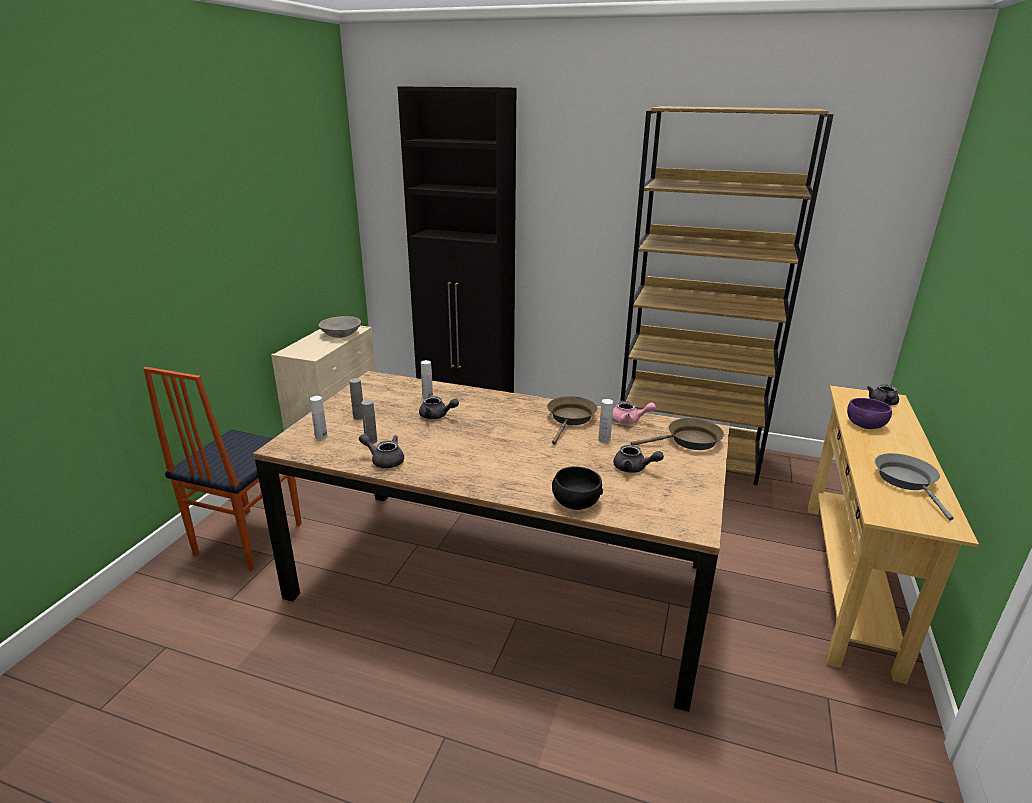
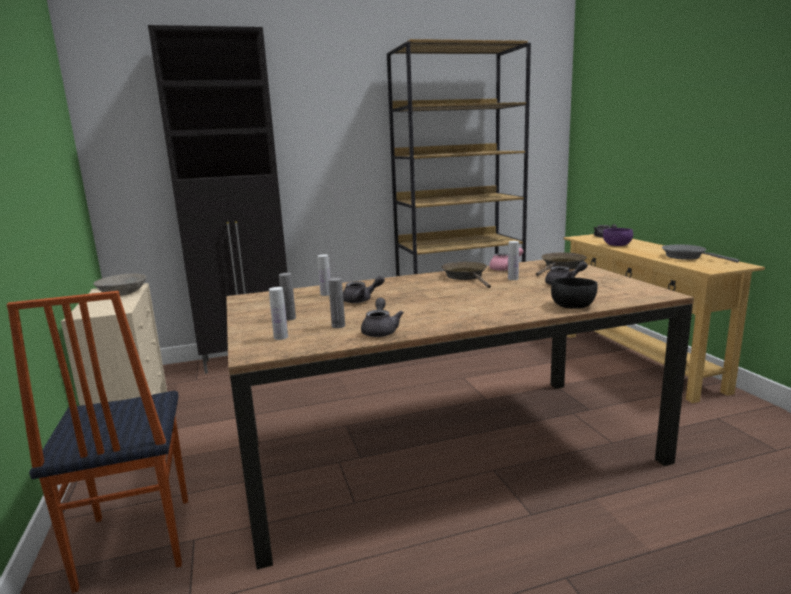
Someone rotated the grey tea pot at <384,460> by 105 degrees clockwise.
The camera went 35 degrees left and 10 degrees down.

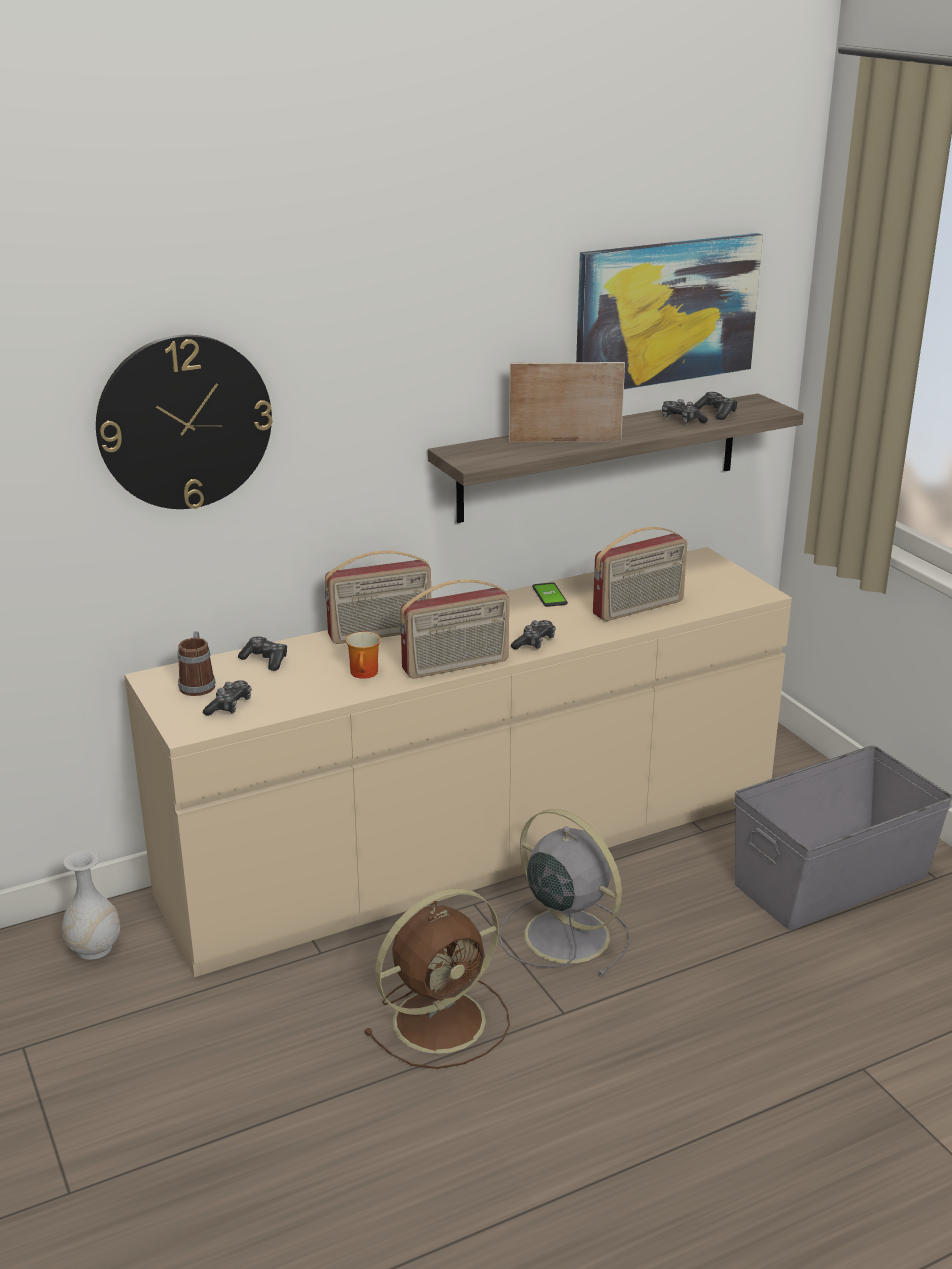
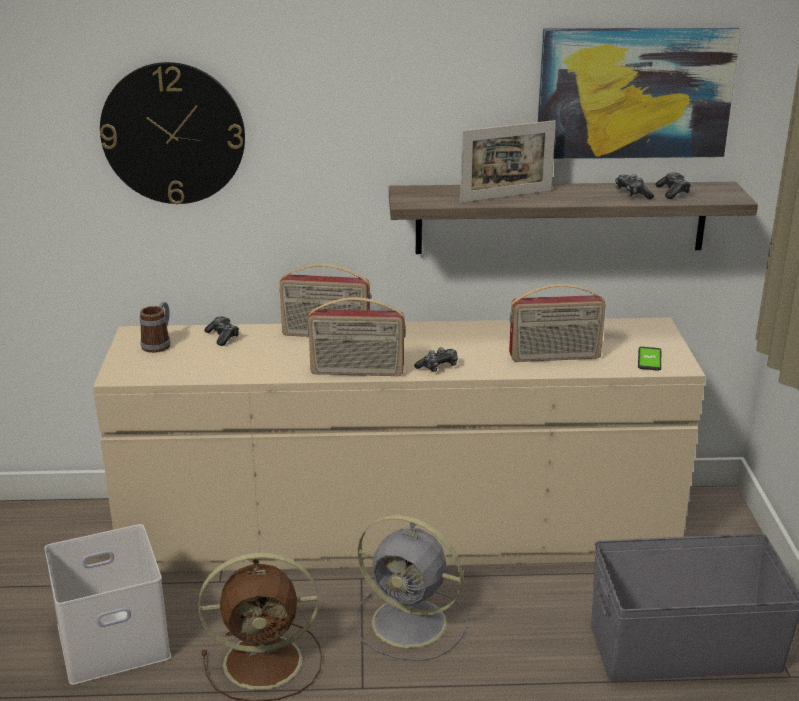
Someone took away the white flower vase at <95,949>.
Someone took away the game controller at <229,706>.
Someone took away the coffee mug at <366,674>.
Someone rotated the grey fan at <563,934> by 135 degrees clockwise.
Someone rotated the picture frame at <565,441> by 135 degrees clockwise.
Someone carried the telephone from <549,595> to <649,359>.
Someone put down the white storage bin at <115,638>.
The camera went 25 degrees right and 0 degrees up.

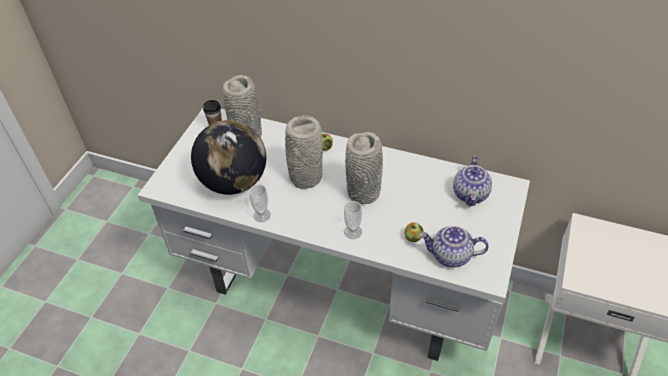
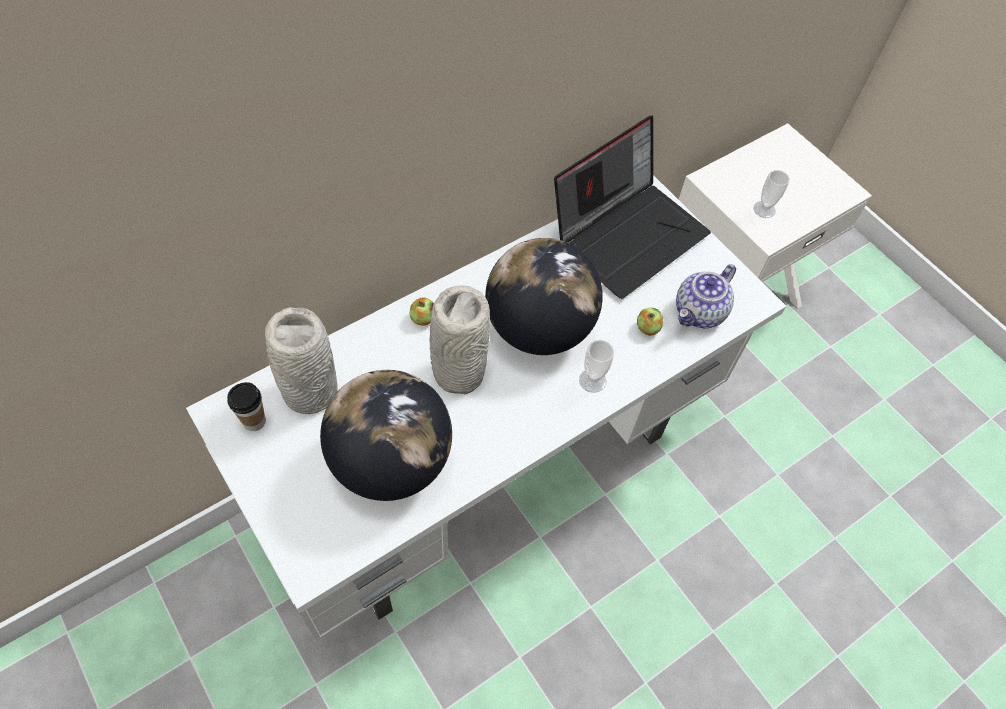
Someone carried the cup from <261,215> to <764,209>.
Someone swapped the grey flower vase at <363,192> for the desk globe at <538,328>.
Someone swapped the tea pot at <471,194> for the portable computer at <628,233>.
The camera went 60 degrees left and 10 degrees up.

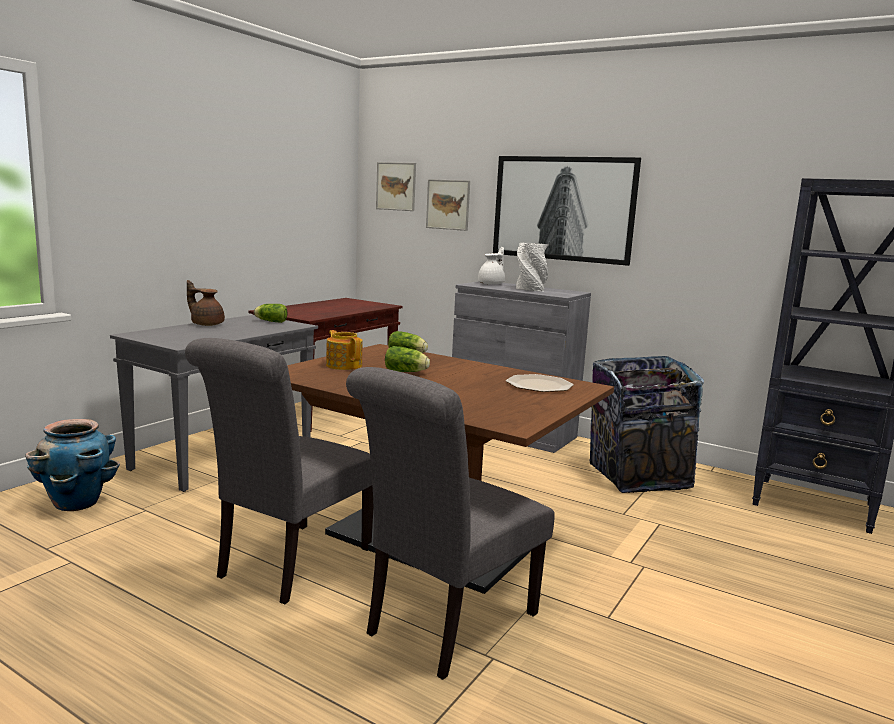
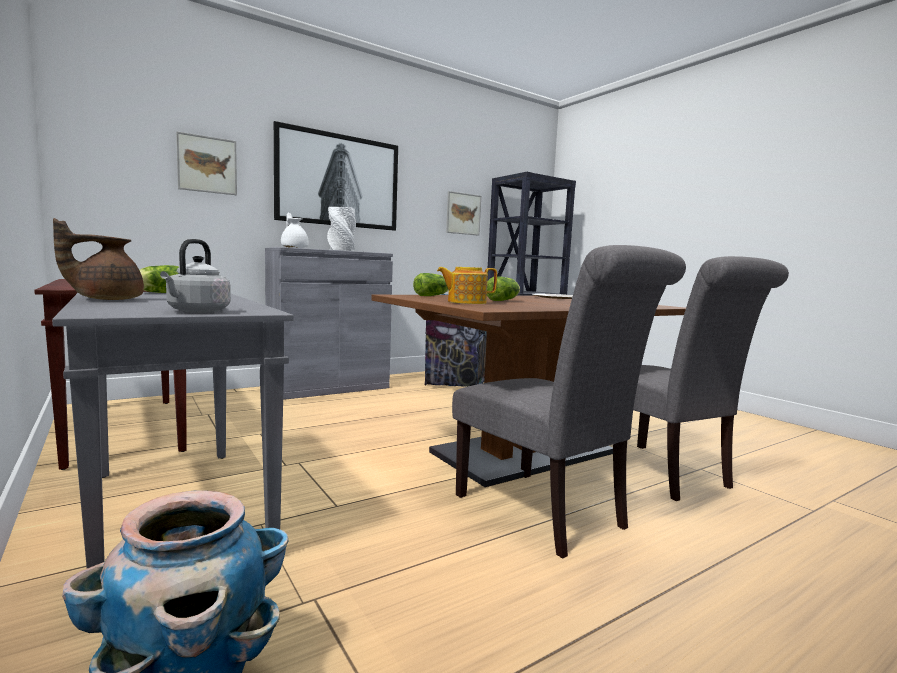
Someone carried the wall art from <396,186> to <463,214>.
Someone put down the grey water kettle at <197,311>.
The camera went 65 degrees left and 5 degrees down.

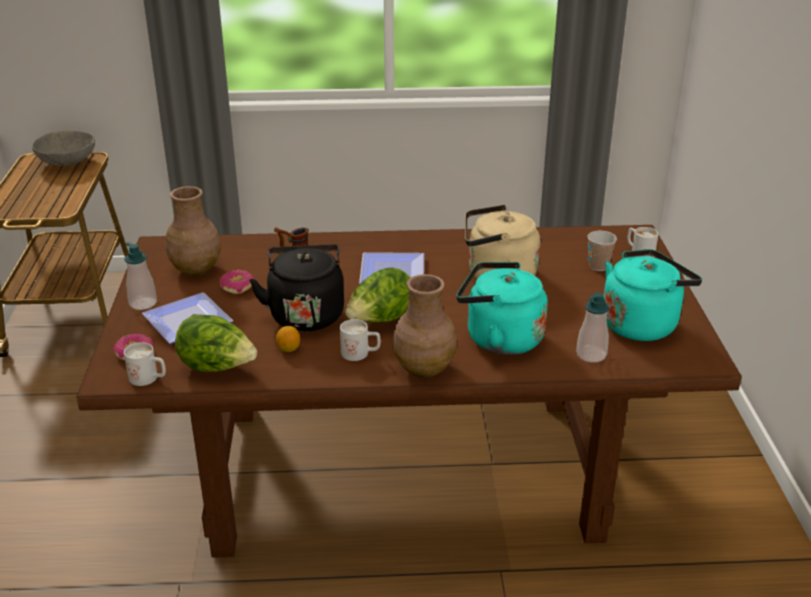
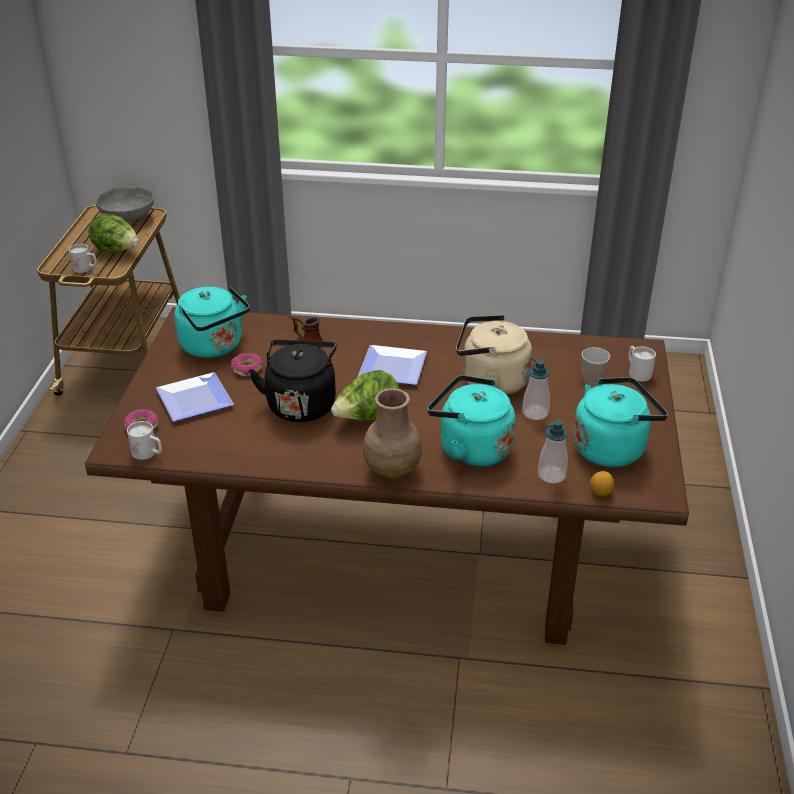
Someone carried the soap bottle from <143,303> to <535,413>.
Someone swapped the brownish flower vase at <196,269> for the turquoise-coloured water kettle at <214,347>.
Someone carried the lettuce from <217,367> to <117,251>.
Someone carried the whole lemon from <288,349> to <600,492>.
Someone carried the white coffee mug from <361,354> to <86,269>.
The camera went 10 degrees right and 5 degrees up.

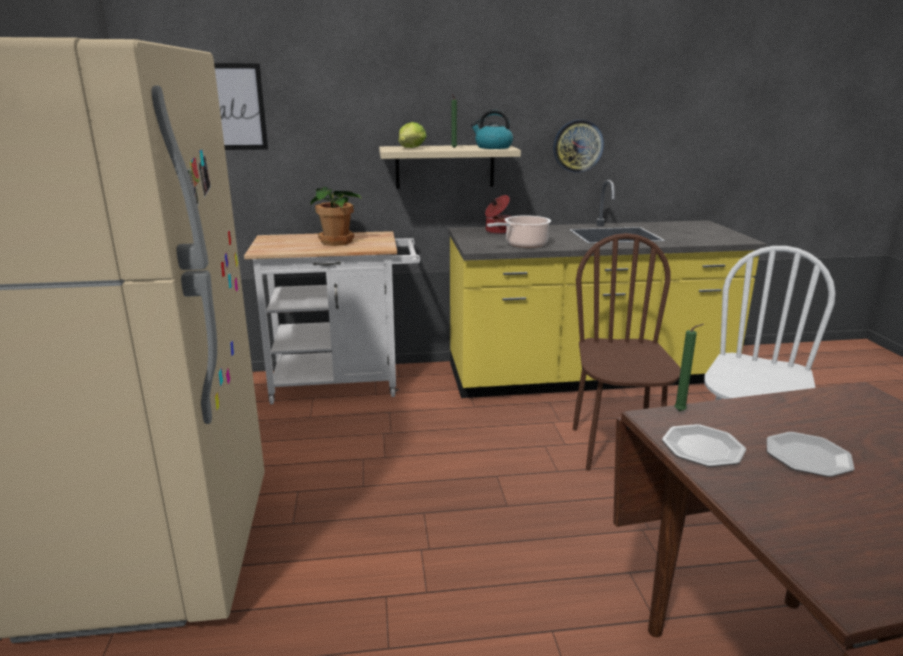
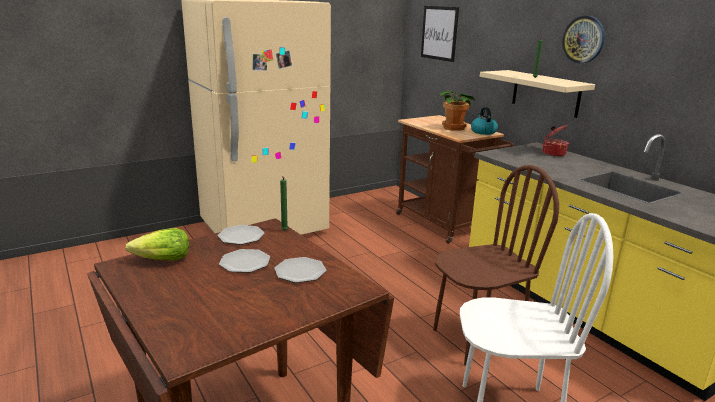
Someone repainted the white cart at <344,383>, which became the brownish cart at <444,225>.
Someone carried the lettuce from <411,148> to <162,260>.
Someone carried the water kettle from <493,147> to <483,132>.
Someone took away the cooking pot at <524,245>.
Someone carried the clock on the wall from <578,146> to <583,39>.
Someone put down the dinner plate at <300,272>.
The camera went 65 degrees right and 0 degrees up.

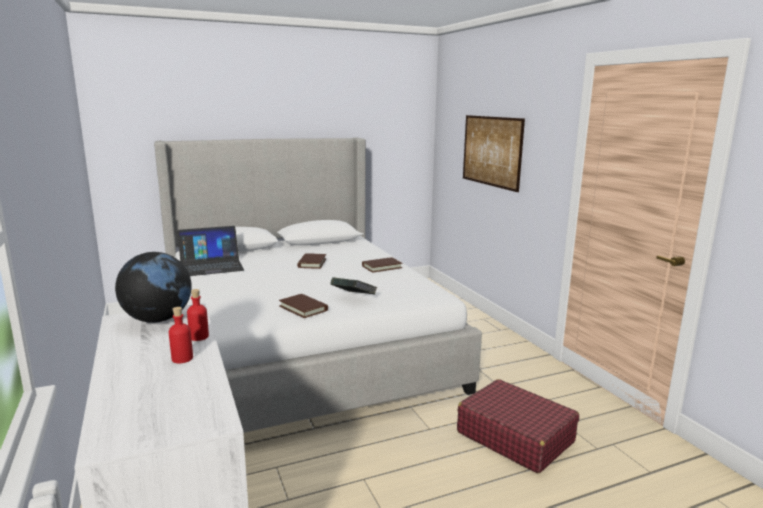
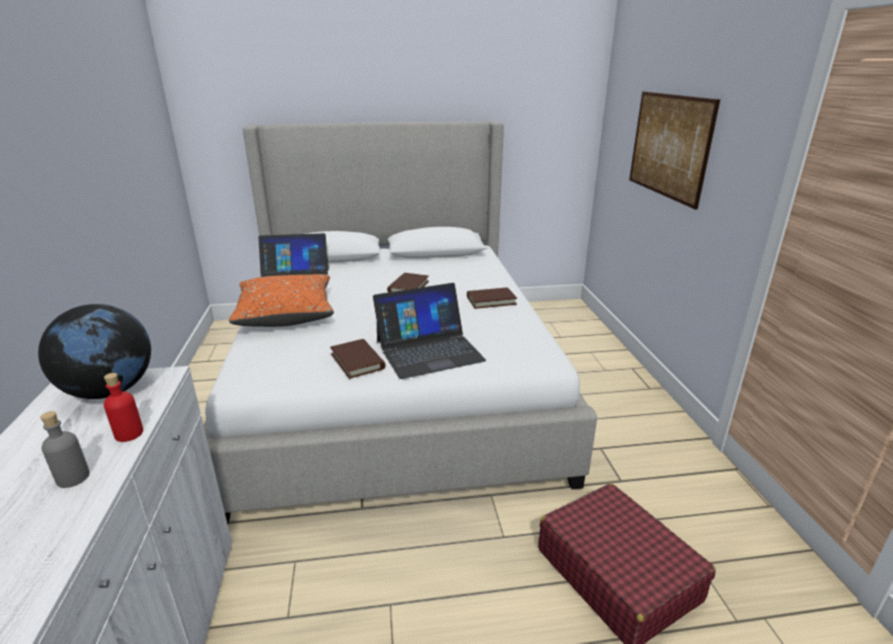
Someone repainted the red bottle at <182,358>, which became the grey bottle at <73,478>.
Someone swapped the volume at <353,298> for the portable computer at <429,350>.
Someone put down the orange-coloured cushion at <286,315>.
The camera went 15 degrees right and 10 degrees up.

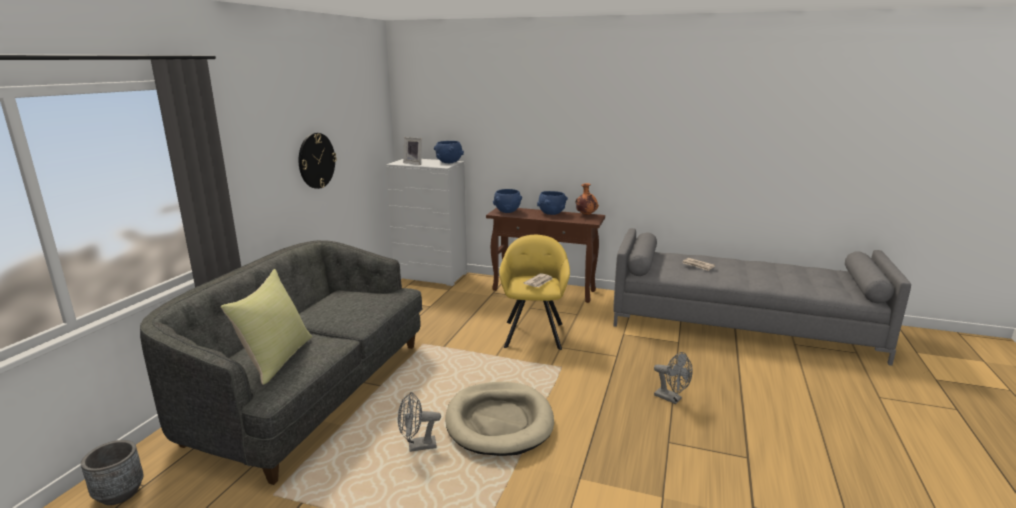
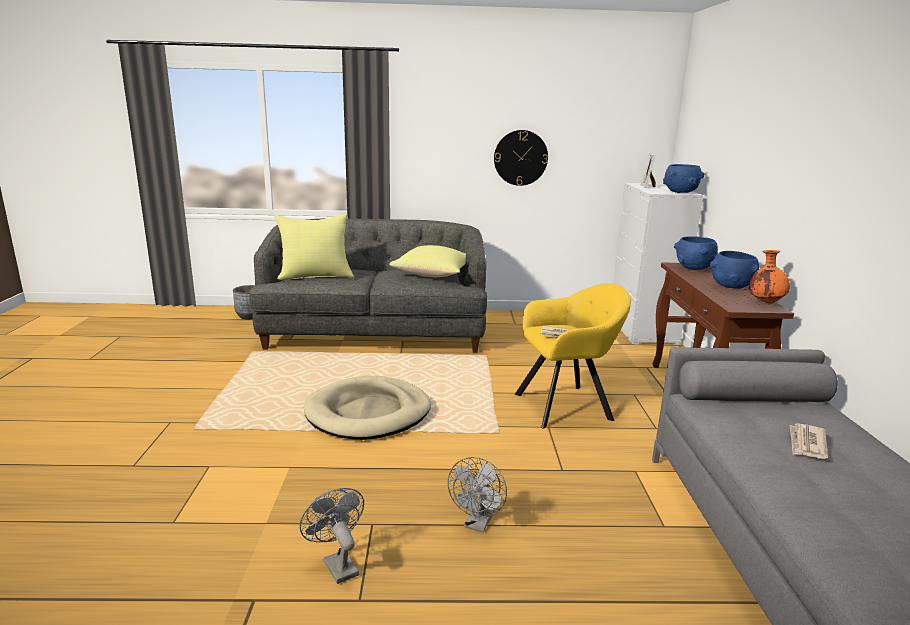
Someone carried the grey fan from <417,446> to <337,564>.
Someone put down the yellow-coloured cushion at <434,275>.
The camera went 70 degrees right and 0 degrees up.

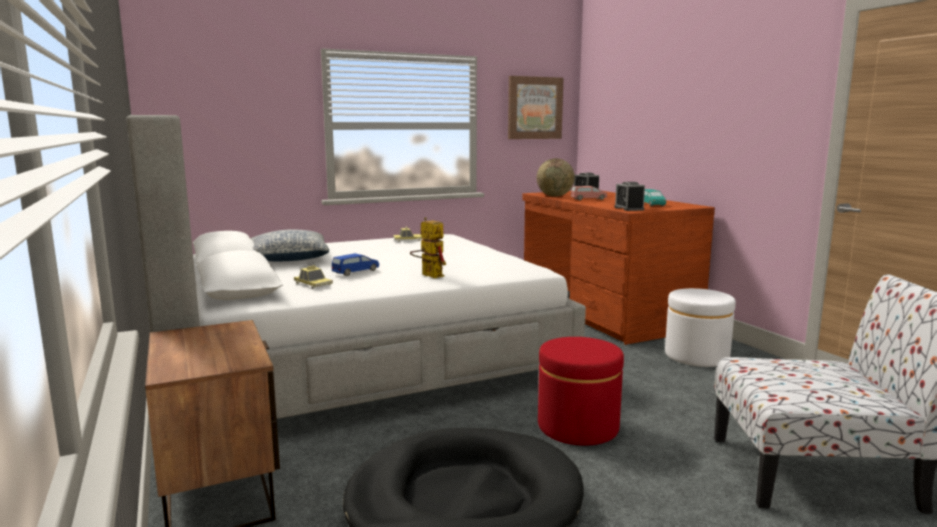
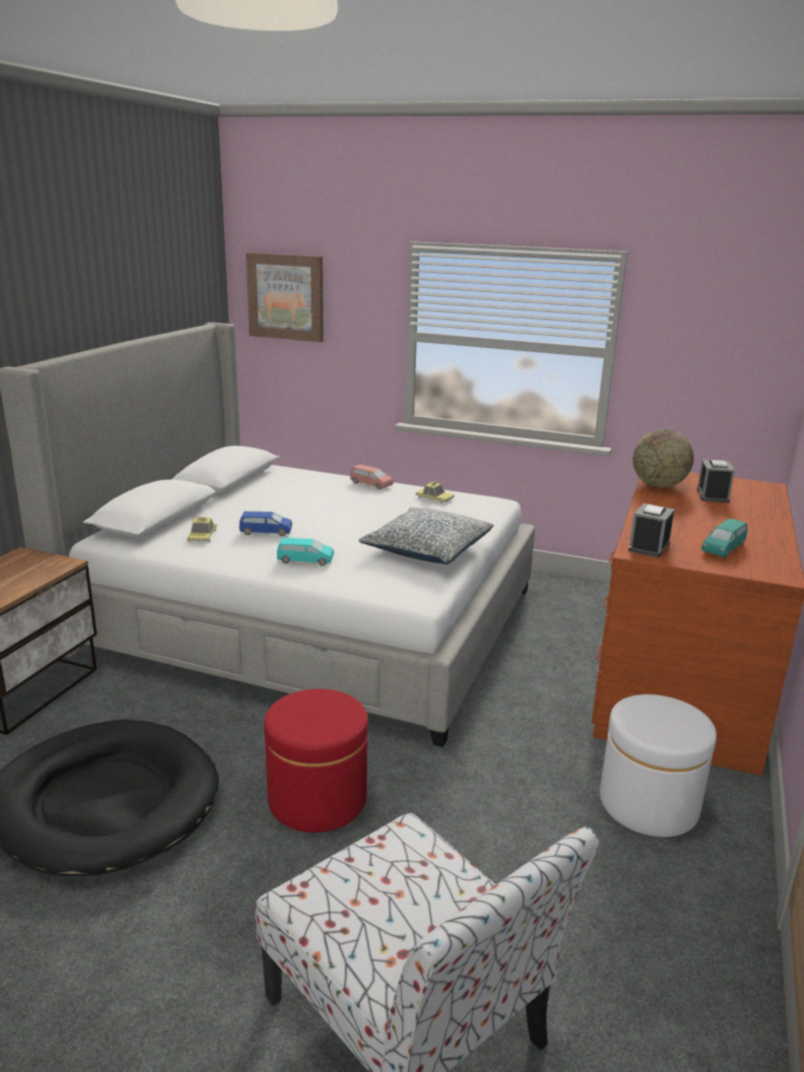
Someone carried the cushion from <287,259> to <427,549>.
Someone swapped the toy robot at <428,275> for the turquoise-coloured miniature car at <305,560>.
Someone carried the wall art from <534,108> to <286,297>.
Someone carried the pink-coloured miniature car from <588,199> to <371,484>.
The camera went 45 degrees right and 10 degrees up.

